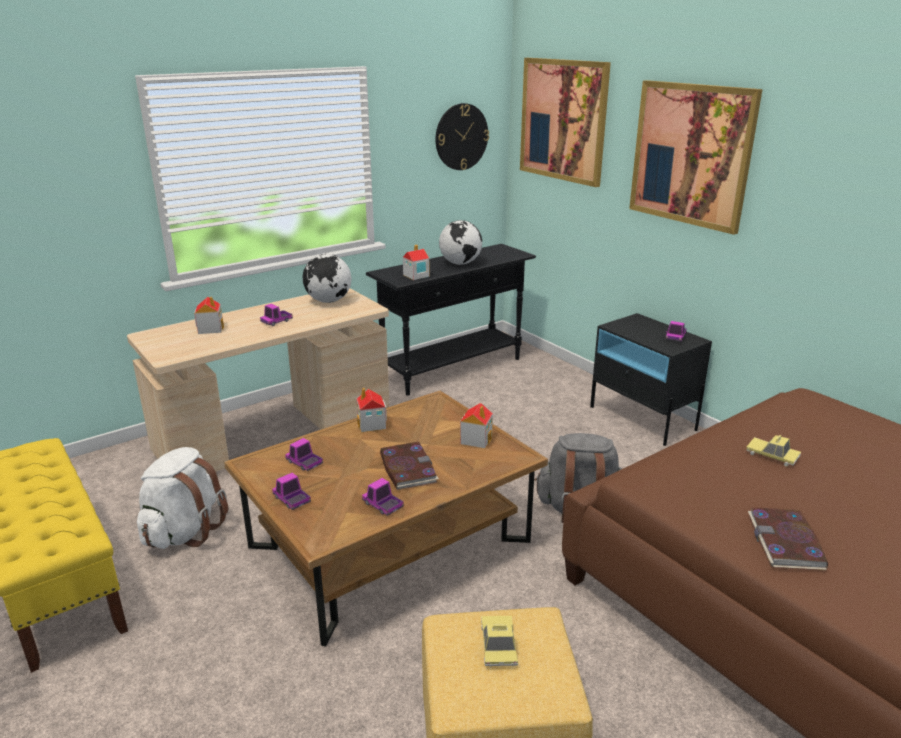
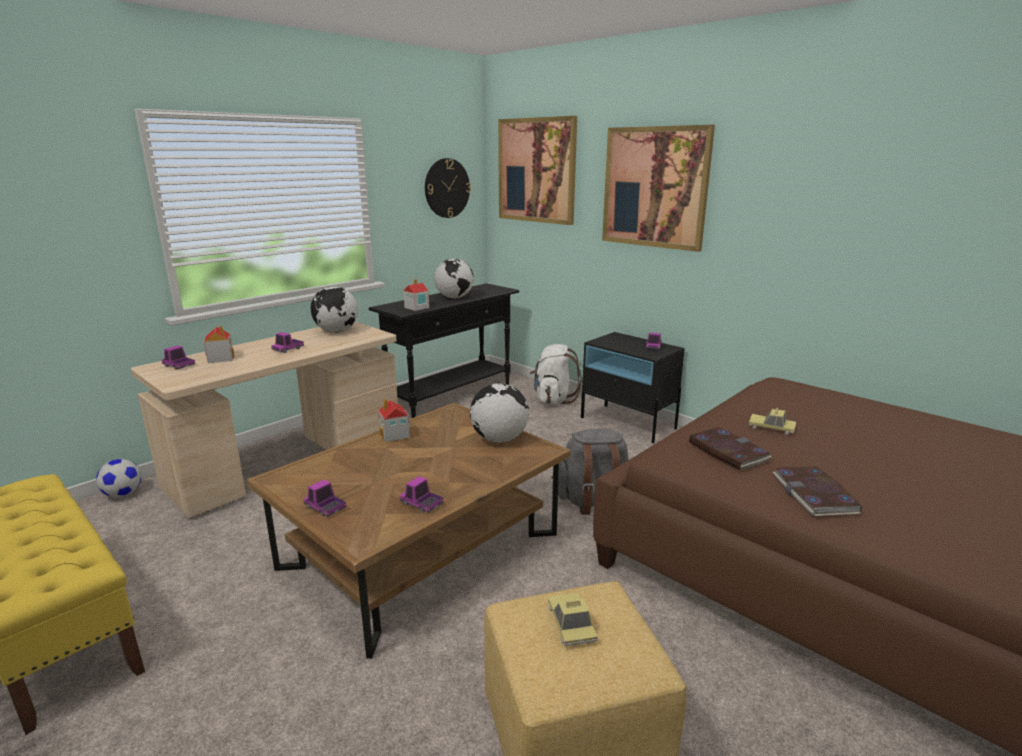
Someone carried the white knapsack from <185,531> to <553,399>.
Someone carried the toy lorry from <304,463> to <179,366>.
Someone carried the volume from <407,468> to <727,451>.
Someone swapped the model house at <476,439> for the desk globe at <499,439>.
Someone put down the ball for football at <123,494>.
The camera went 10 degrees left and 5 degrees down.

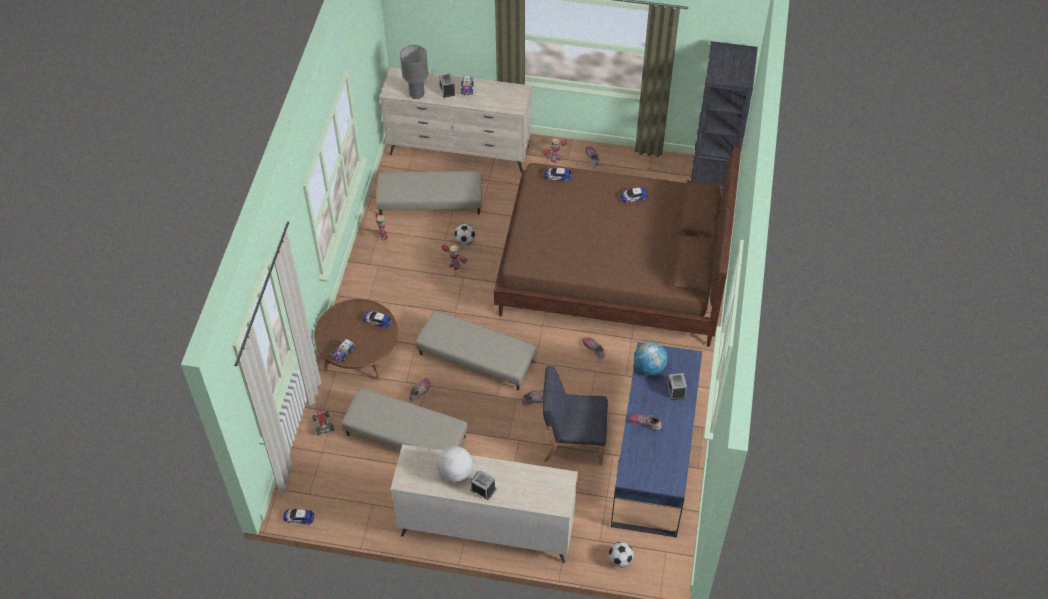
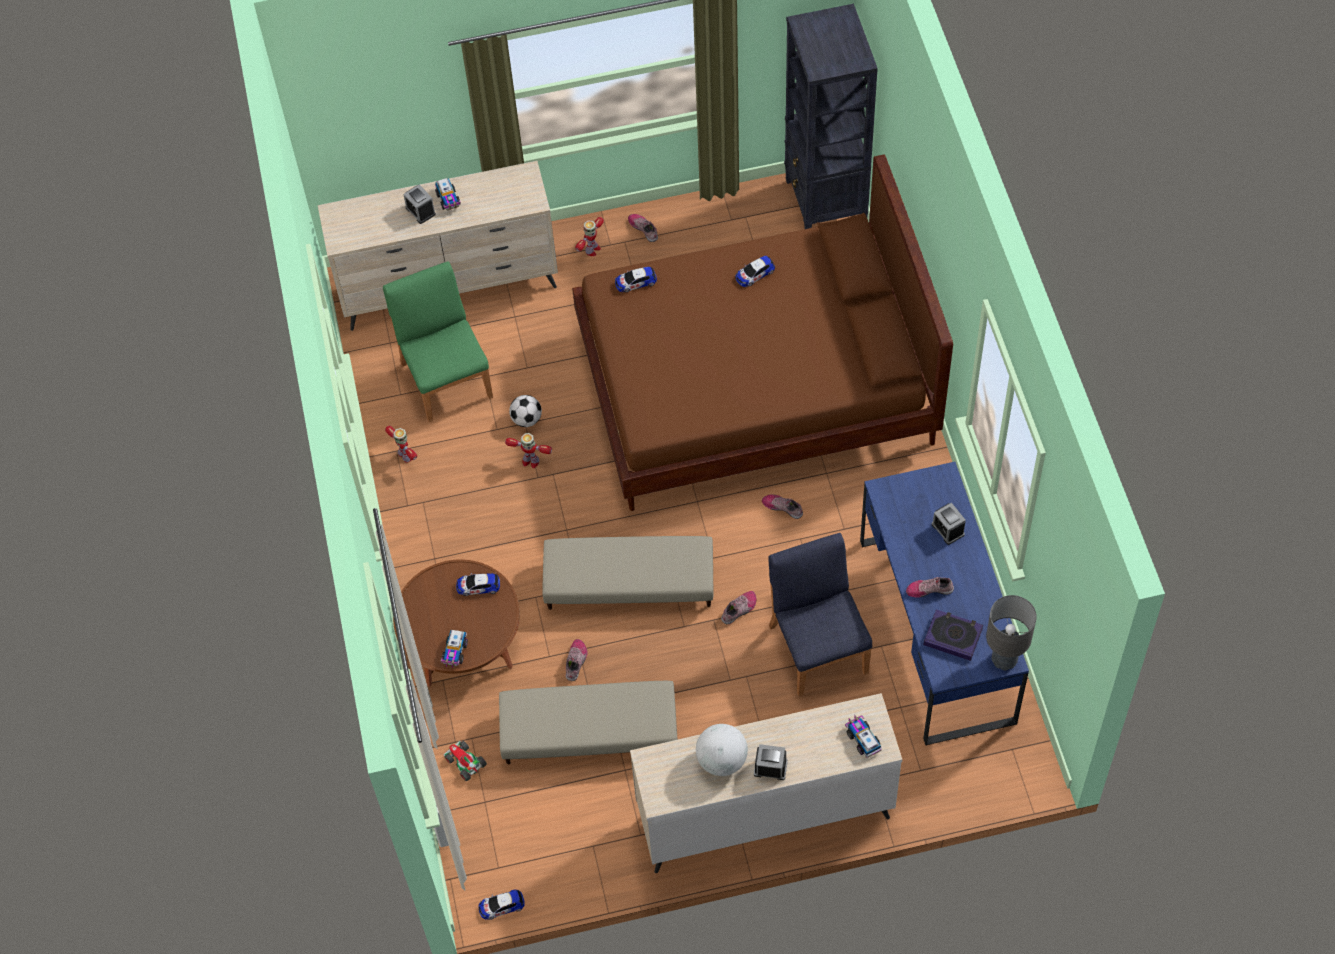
Someone swapped the sand-coloured ottoman at <430,201> for the green-coloured chair at <447,379>.
Someone carried the grey lamp for a table from <416,94> to <1004,659>.
Someone rotated the blue-coloured chair at <573,440> by 90 degrees clockwise.
Someone took away the ball for football at <620,560>.
Someone took away the desk globe at <649,367>.
Someone put down the toy lorry at <862,739>.
Someone put down the volume at <953,637>.
The camera went 20 degrees left and 5 degrees up.

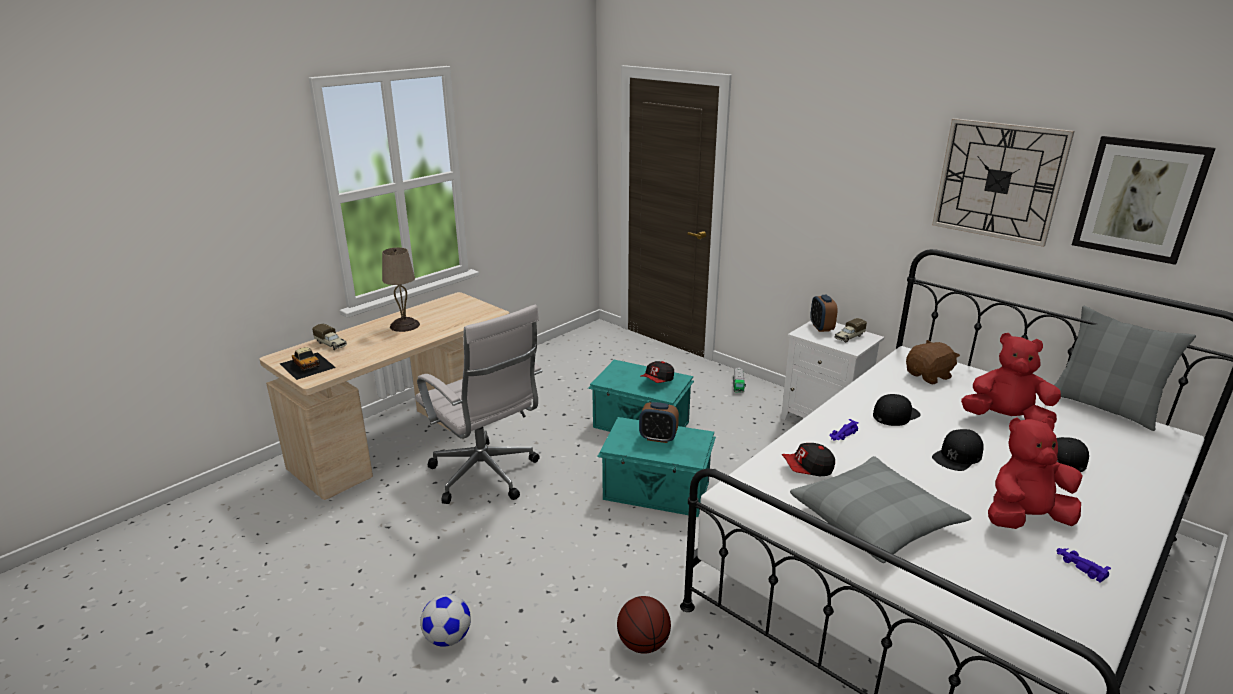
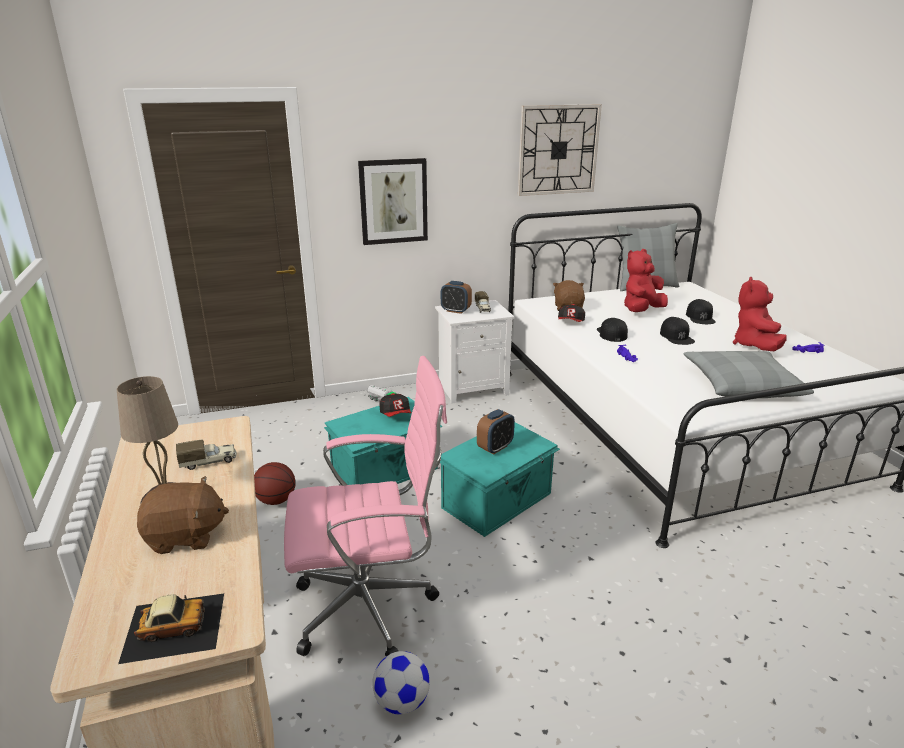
Someone carried the toy lorry from <331,344> to <209,462>.
Someone repainted the white computer chair at <486,477>, which became the pink-coloured computer chair at <371,608>.
Someone carried the ball for football from <447,638> to <401,701>.
Someone carried the basketball from <643,644> to <276,500>.
Someone carried the peaked cap from <807,469> to <570,322>.
Someone carried the wall art from <1139,199> to <393,201>.
Someone put down the brownish cuddly toy at <185,536>.
The camera went 60 degrees left and 0 degrees up.

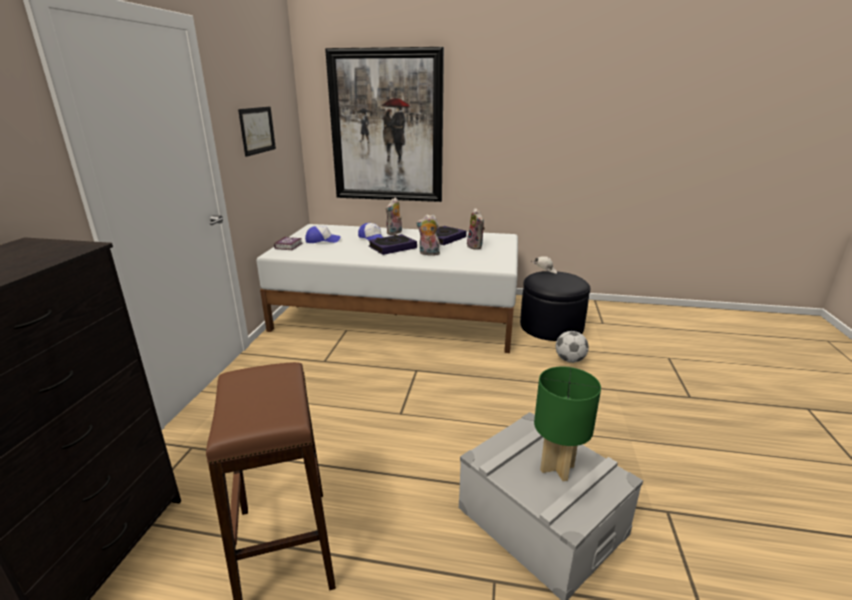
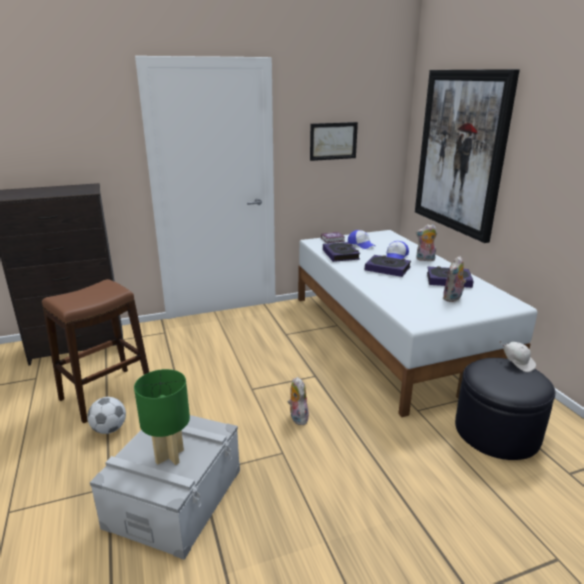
Someone carried the cuddly toy from <428,254> to <297,417>.
Someone carried the ball for football from <570,360> to <109,429>.
Someone put down the volume at <341,255>.
The camera went 60 degrees right and 0 degrees up.

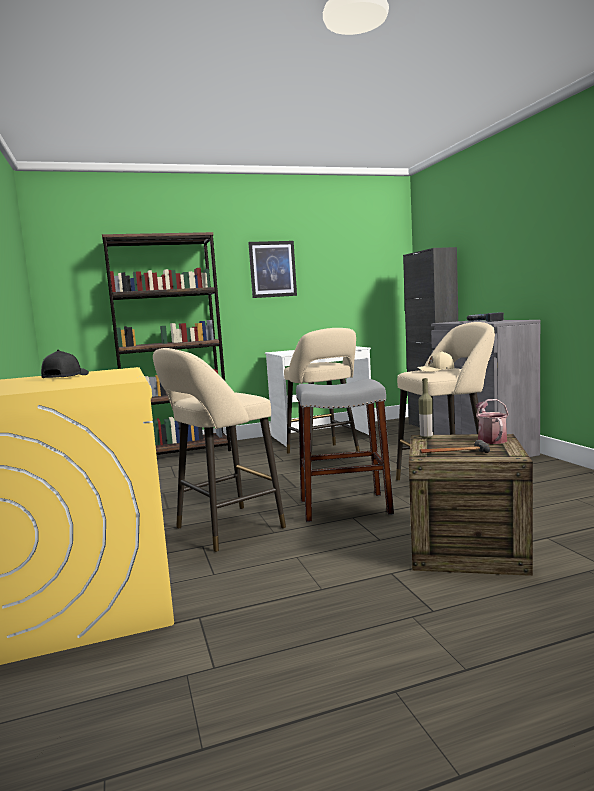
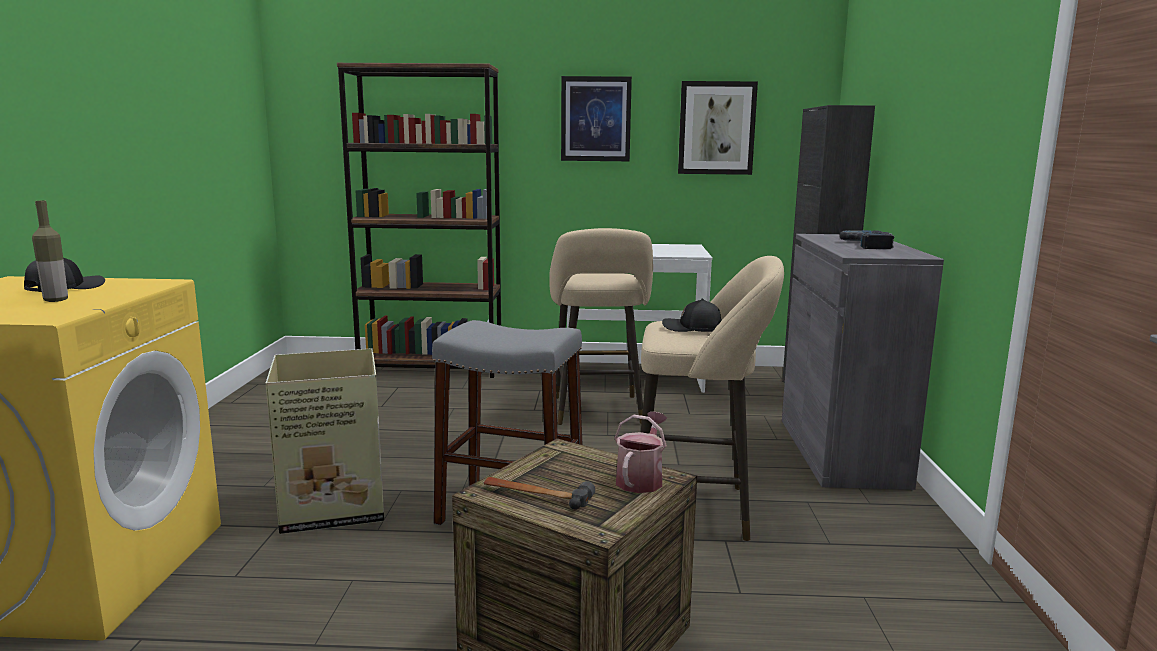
Someone swapped the sand-coloured stool seat at <224,529> for the cardboard box at <330,507>.
Someone repainted the sand-coloured peaked cap at <436,370>, which became the black-coloured peaked cap at <692,328>.
Someone carried the bottle from <426,437> to <56,300>.
Someone put up the wall art at <716,128>.
The camera went 20 degrees right and 5 degrees up.

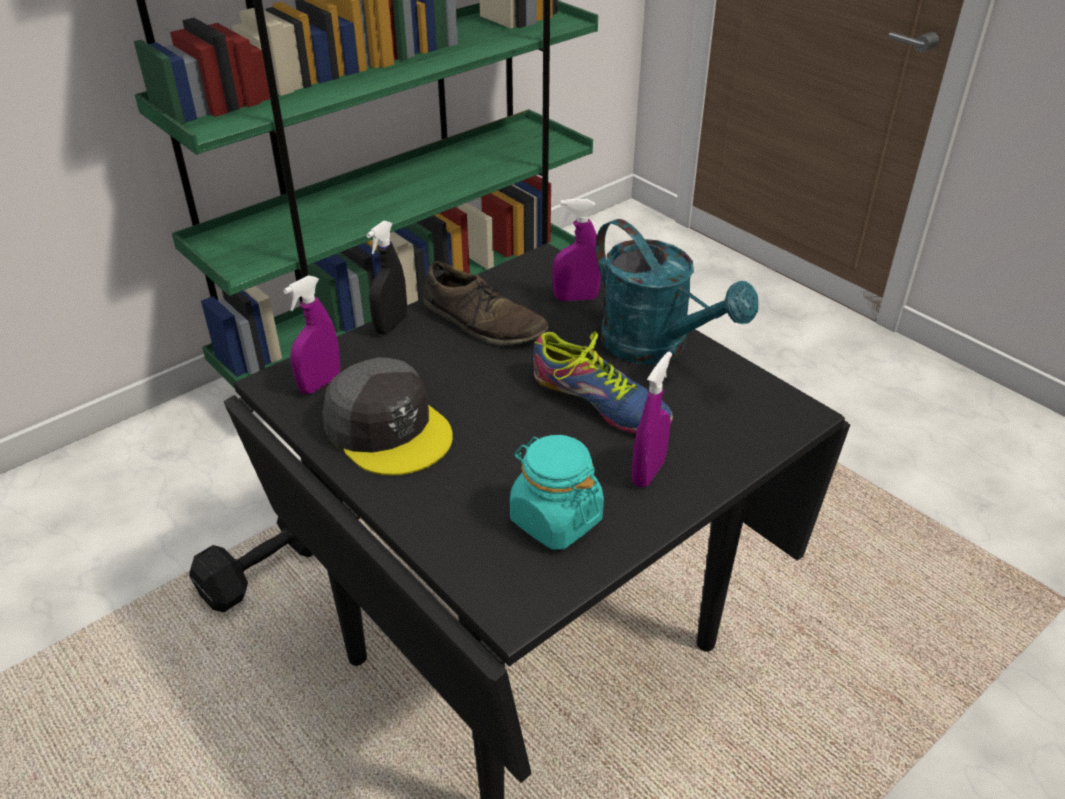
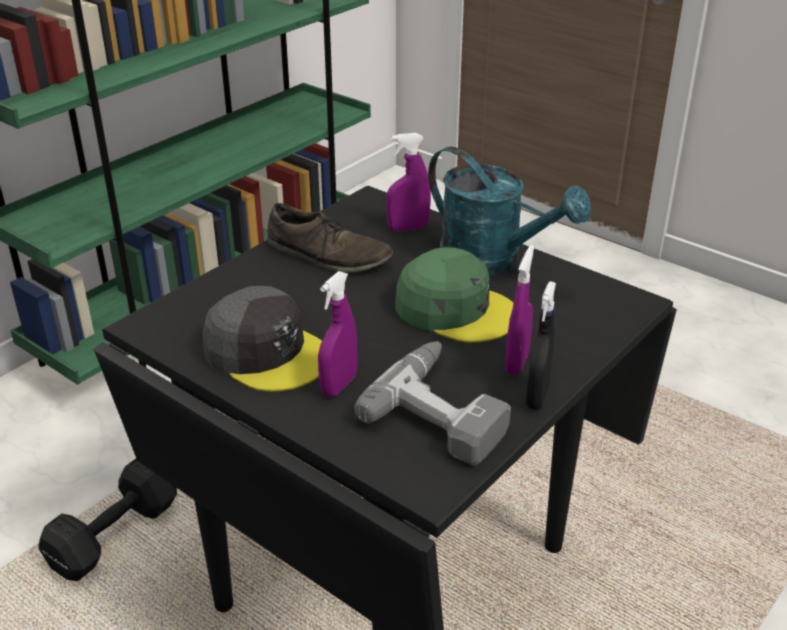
Someone carried the purple spray bottle from <320,384> to <339,385>.
Someone carried the black-coloured spray bottle from <391,325> to <537,397>.
Someone swapped the turquoise-coloured storage jar at <555,519> for the electric drill at <445,410>.
Someone swapped the item of footwear at <600,400> for the green-coloured peaked cap at <455,309>.
The camera went 10 degrees left and 5 degrees down.

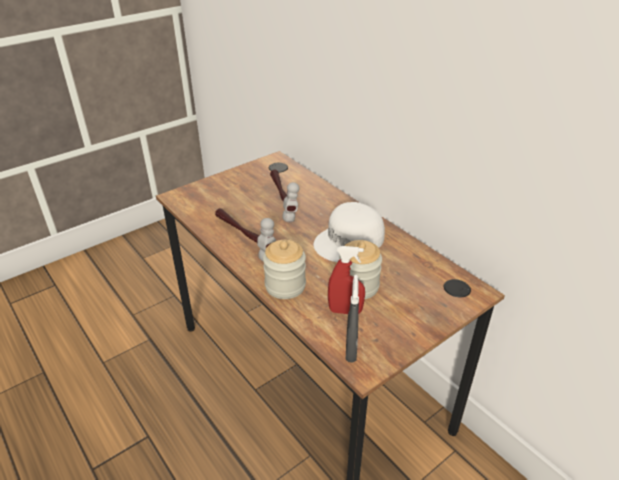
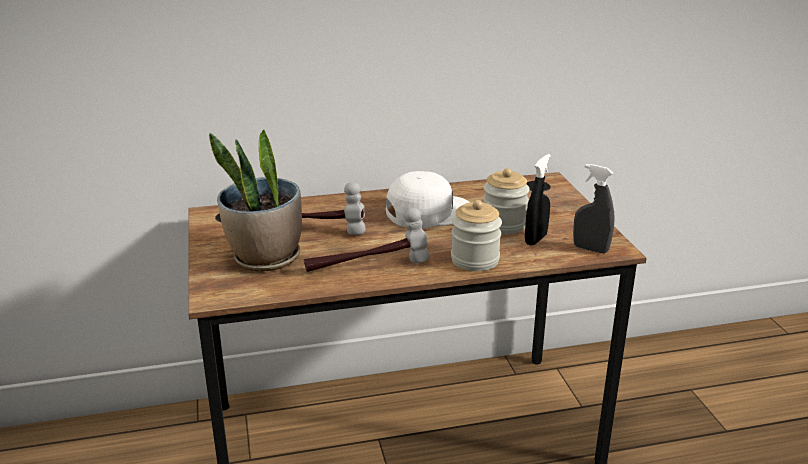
Someone rotated the white peaked cap at <350,241> by 90 degrees counterclockwise.
Someone repainted the red spray bottle at <345,311>, which became the black-coloured spray bottle at <535,239>.
Someone put down the plant in a pot at <265,258>.
The camera went 65 degrees left and 10 degrees down.

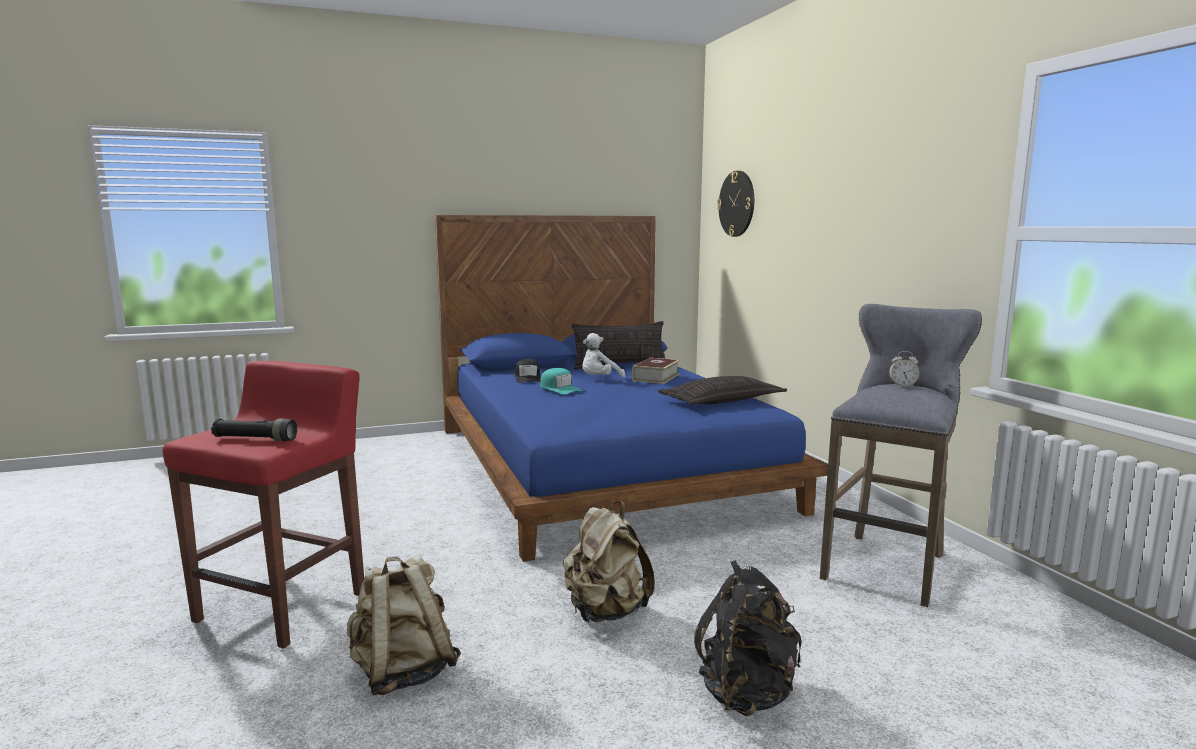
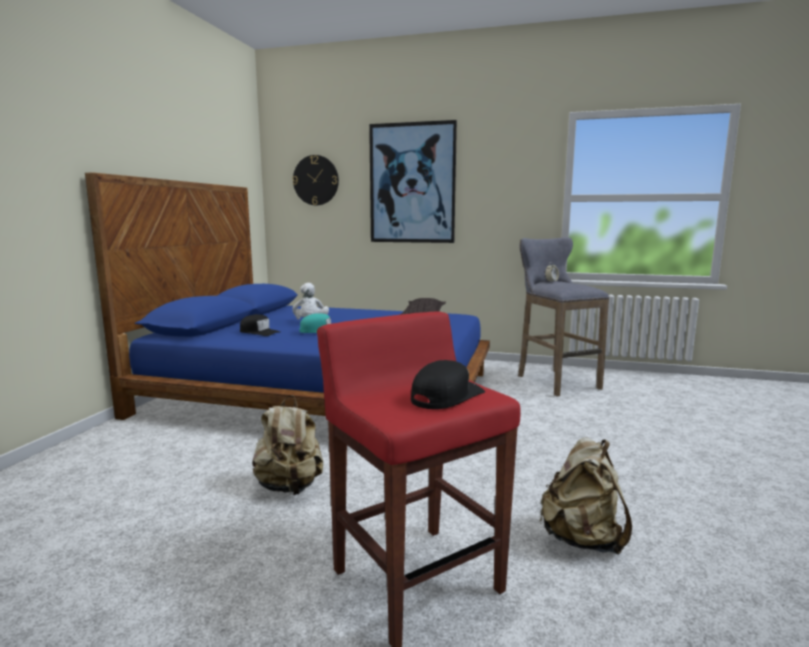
Someone swapped the black-coloured hand torch at <255,439> for the black-coloured peaked cap at <446,396>.
Someone carried the sand-coloured knapsack from <605,612> to <290,486>.
Someone took away the cushion at <619,366>.
Someone took away the volume at <656,377>.
Someone took away the black-coloured knapsack at <748,692>.
Someone put up the wall art at <412,183>.
The camera went 55 degrees left and 0 degrees up.

